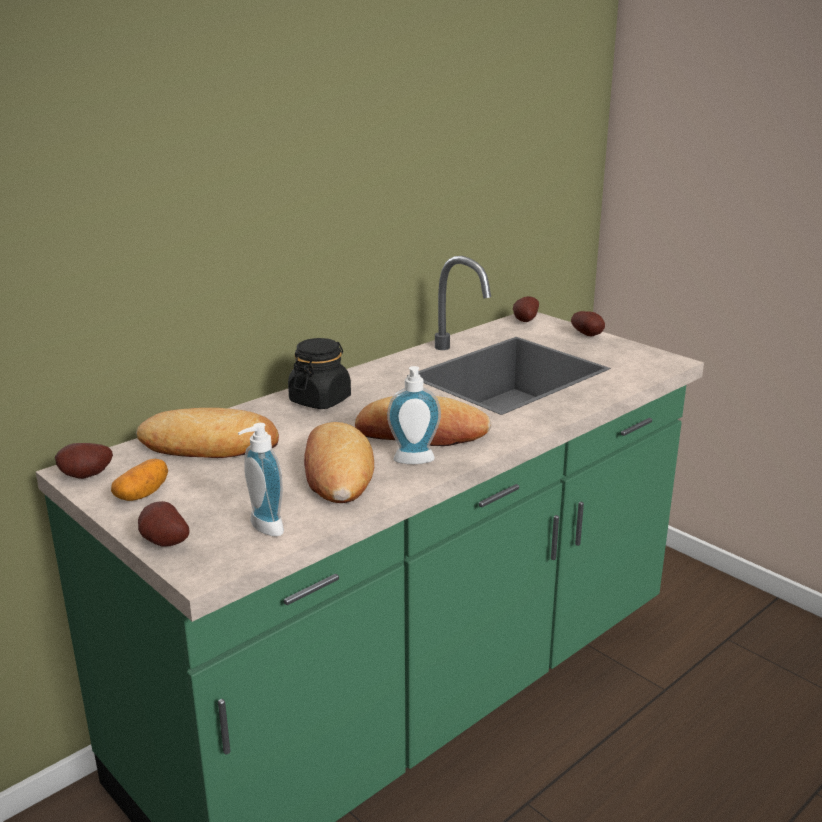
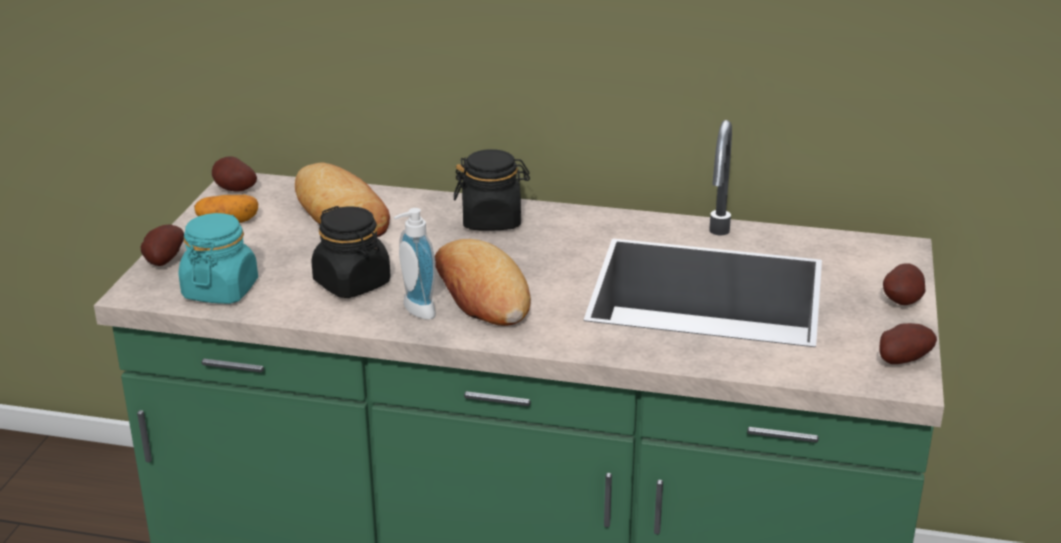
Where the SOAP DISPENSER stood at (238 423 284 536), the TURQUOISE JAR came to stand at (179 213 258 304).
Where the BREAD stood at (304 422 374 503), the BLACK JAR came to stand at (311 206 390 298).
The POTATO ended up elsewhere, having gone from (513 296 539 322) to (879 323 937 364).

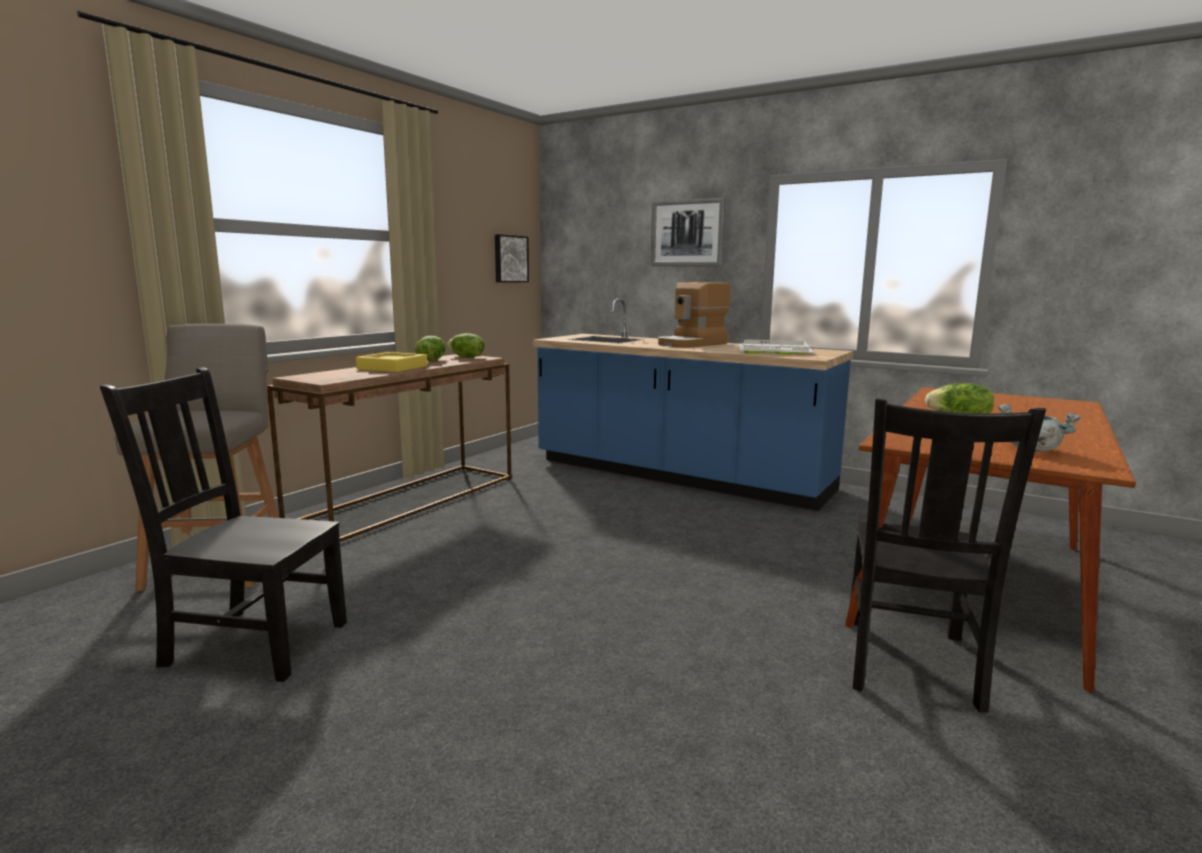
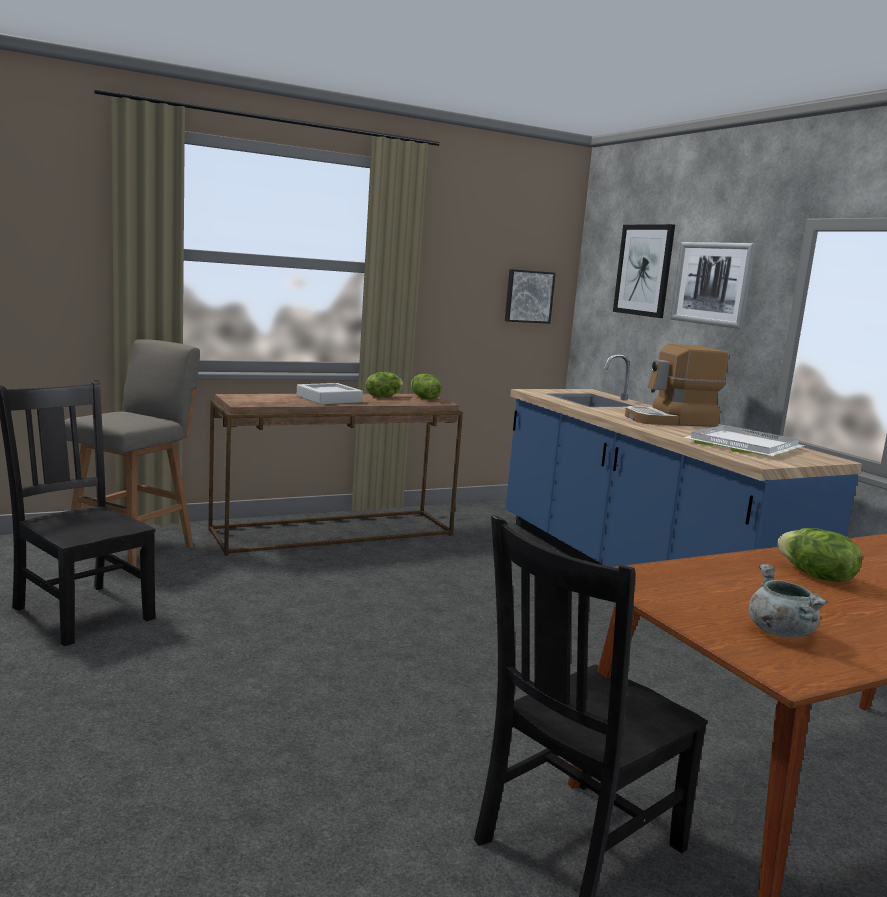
What was the YELLOW TRAY at (356 352 427 372) turned into the GREY TRAY at (297 383 363 404).
The second view gained the PICTURE at (613 224 675 318).

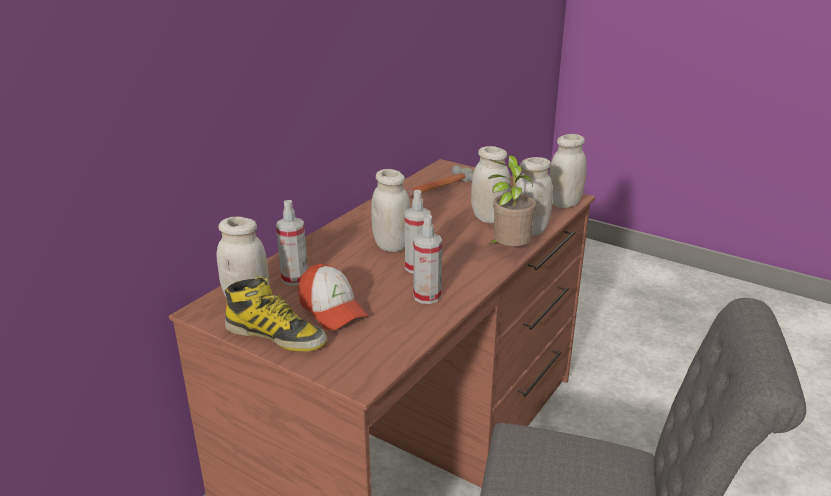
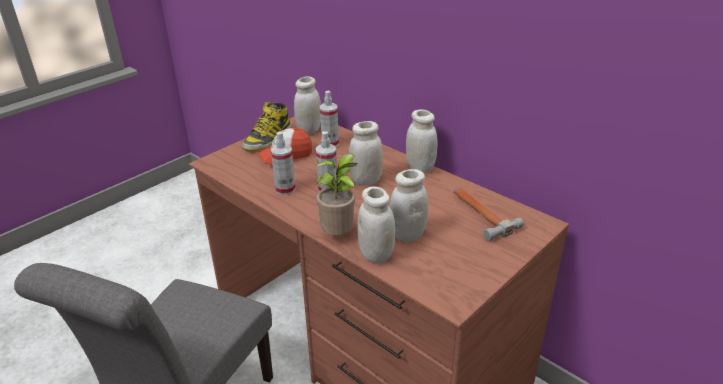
The WHITE JAR ended up elsewhere, having gone from (549 134 586 208) to (406 109 437 174).

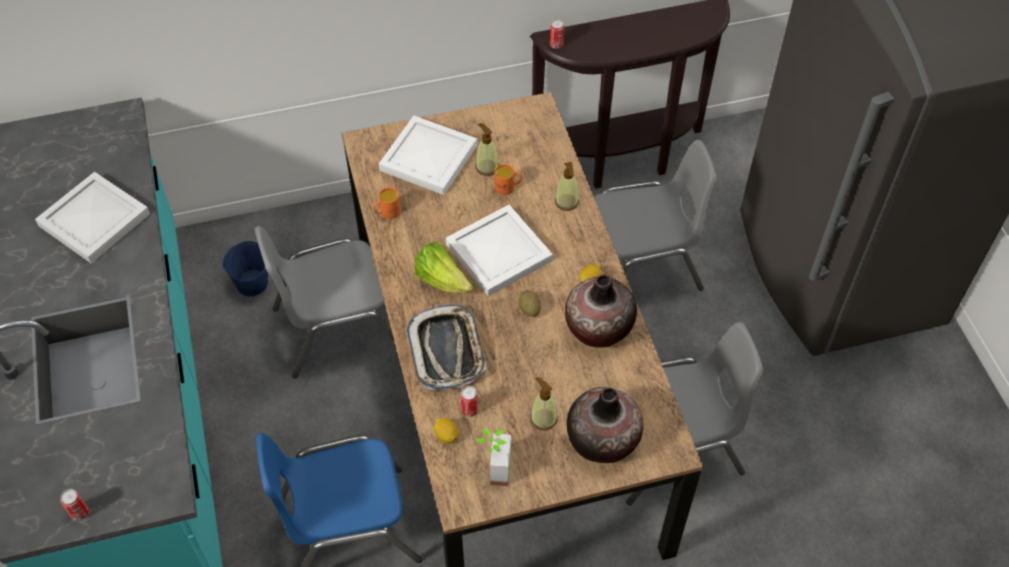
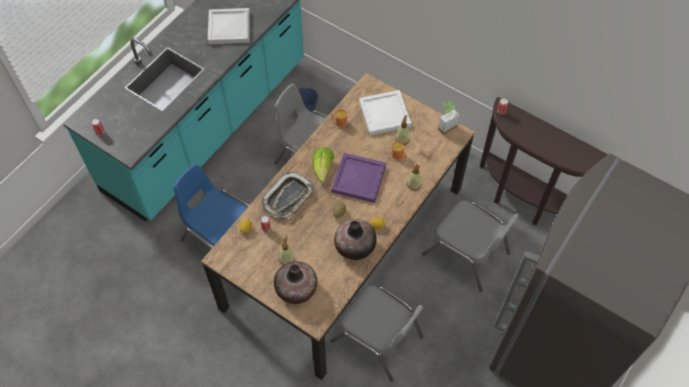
What was the WHITE TRAY at (446 205 553 296) turned into the PURPLE TRAY at (331 153 386 203).
The POTTED PLANT ended up elsewhere, having gone from (476 428 511 486) to (438 102 459 135).

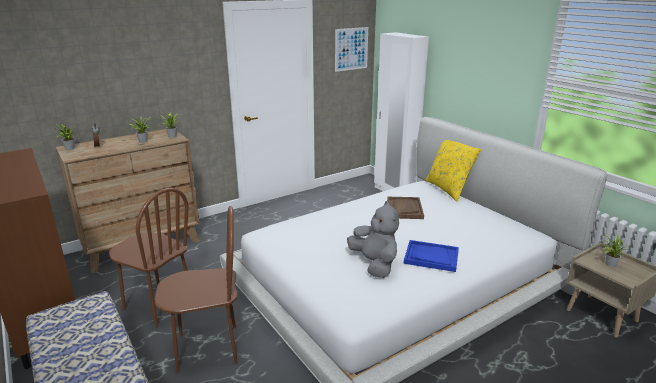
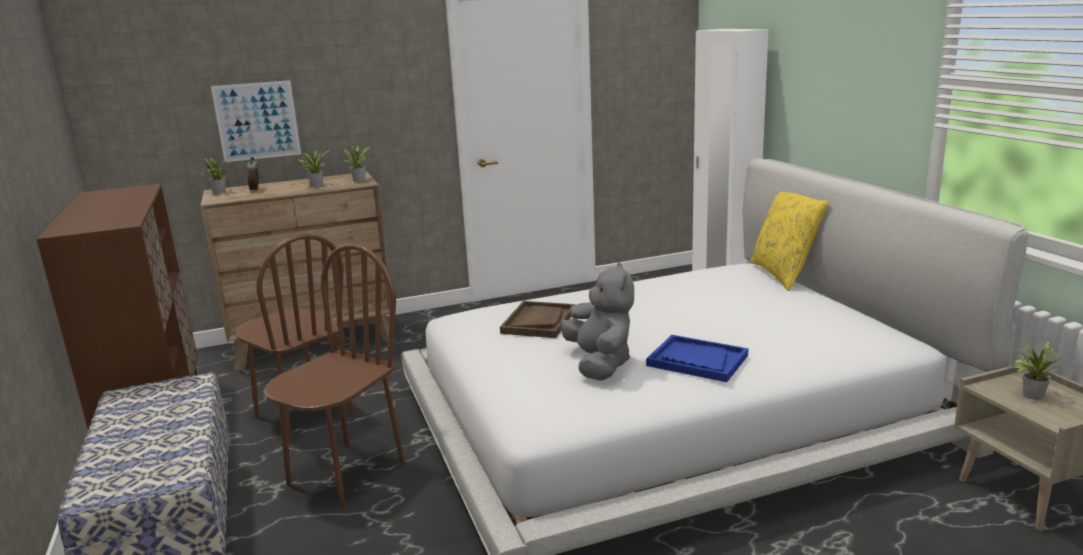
The BROWN CHAIR at (155 206 238 372) ended up facing another way, 60 degrees counterclockwise from before.
The PICTURE ended up elsewhere, having gone from (335 27 368 72) to (211 80 301 162).
The BROWN TRAY ended up elsewhere, having gone from (387 197 424 219) to (500 301 575 338).

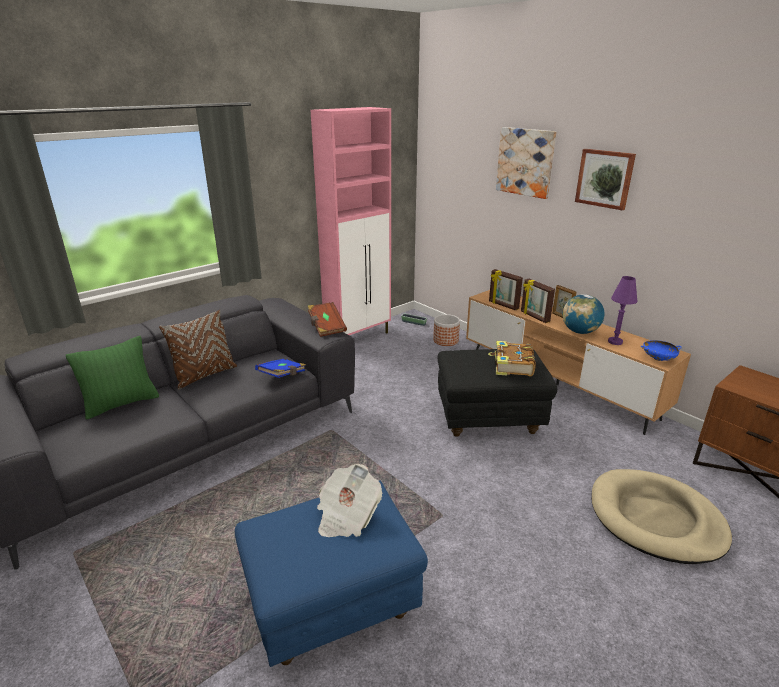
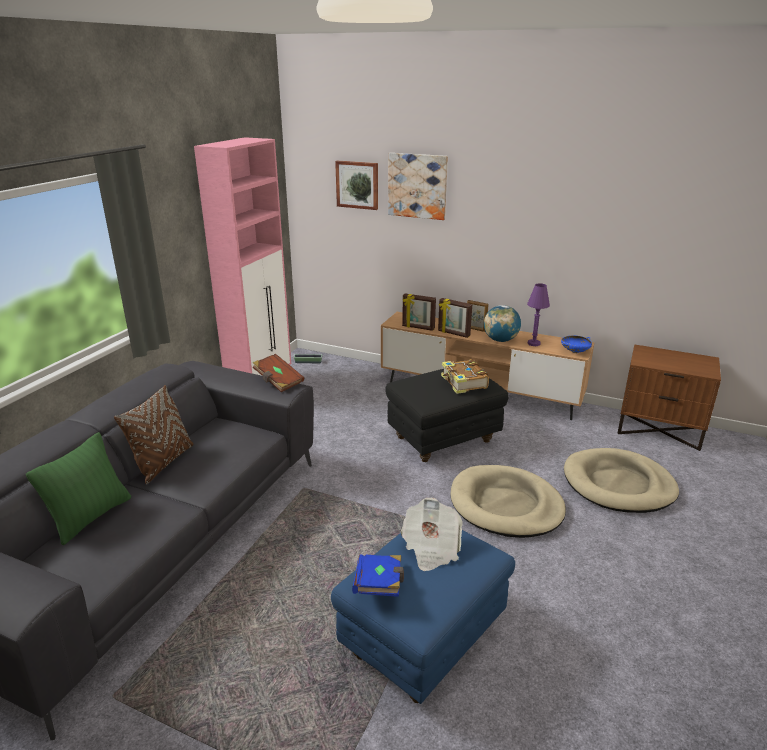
The BLUE BOOK ended up elsewhere, having gone from (255 359 306 378) to (352 555 404 597).
The second view lost the PLANTER at (433 314 460 346).
The PICTURE ended up elsewhere, having gone from (575 149 636 210) to (335 161 378 210).
The second view gained the BEIGE DOG BED at (451 465 566 538).

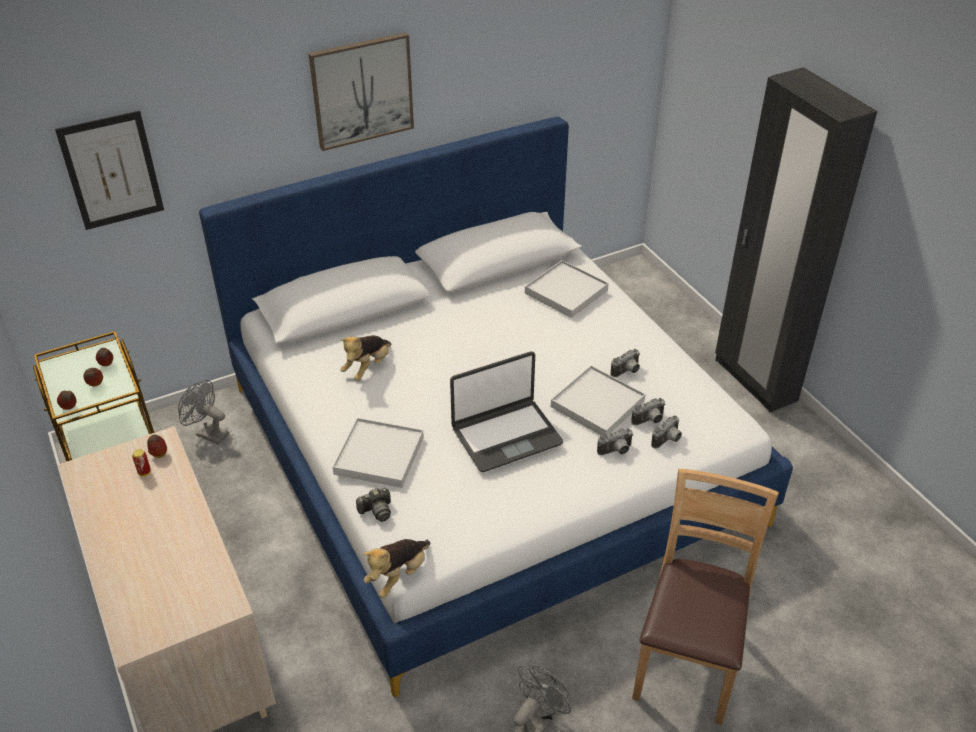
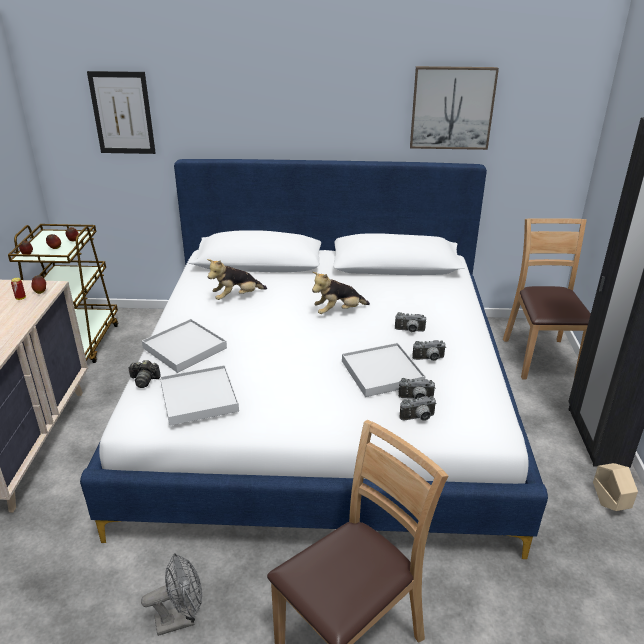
The second view lost the GREY FAN at (178 380 229 445).
The PICTURE ended up elsewhere, having gone from (309 32 414 151) to (410 66 499 150).
The PLUSH TOY ended up elsewhere, having gone from (363 539 430 598) to (312 272 370 314).
The second view lost the LAPTOP at (450 352 563 472).
The WHITE TRAY ended up elsewhere, having gone from (525 260 609 318) to (160 365 239 426).
The PHOTO CAMERA ended up elsewhere, having gone from (597 428 633 455) to (395 312 426 332).
The second view gained the BROWN CHAIR at (503 218 591 380).
The second view gained the BEIGE PLANTER at (593 463 638 511).

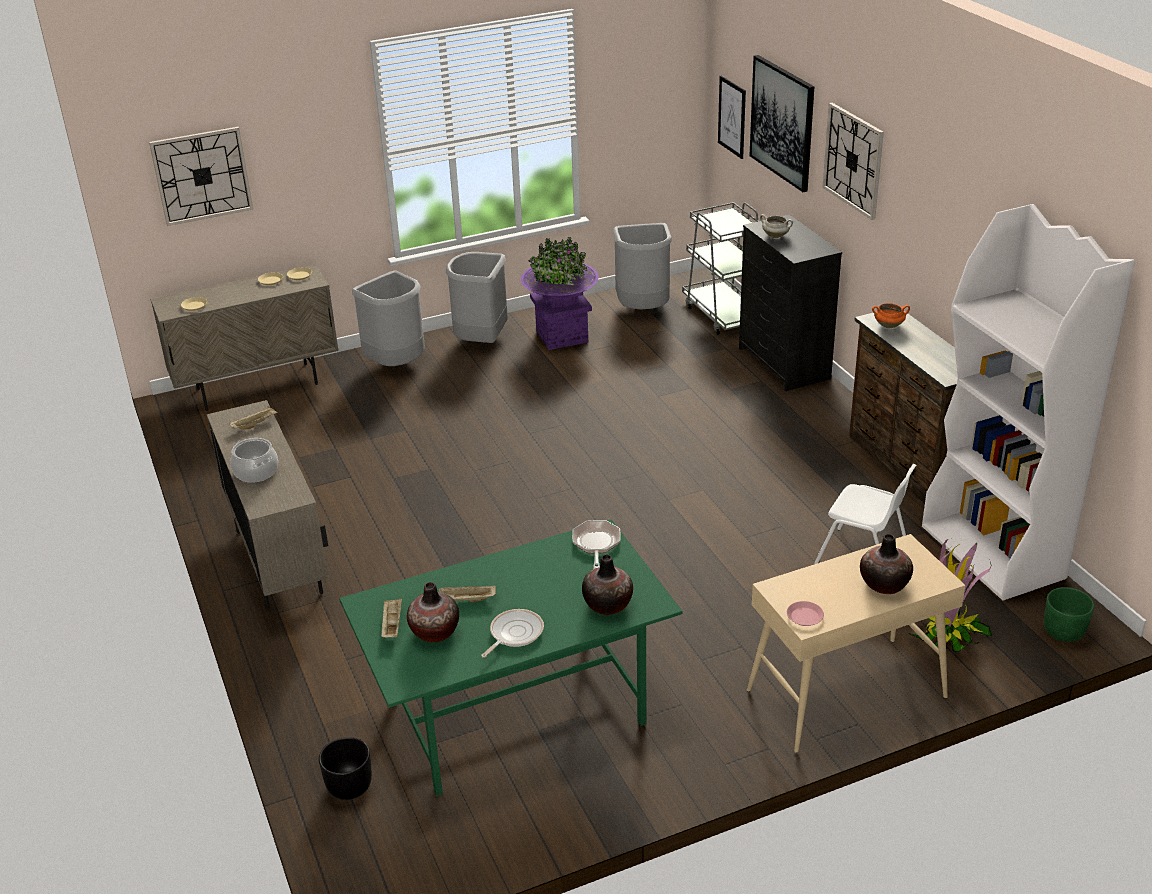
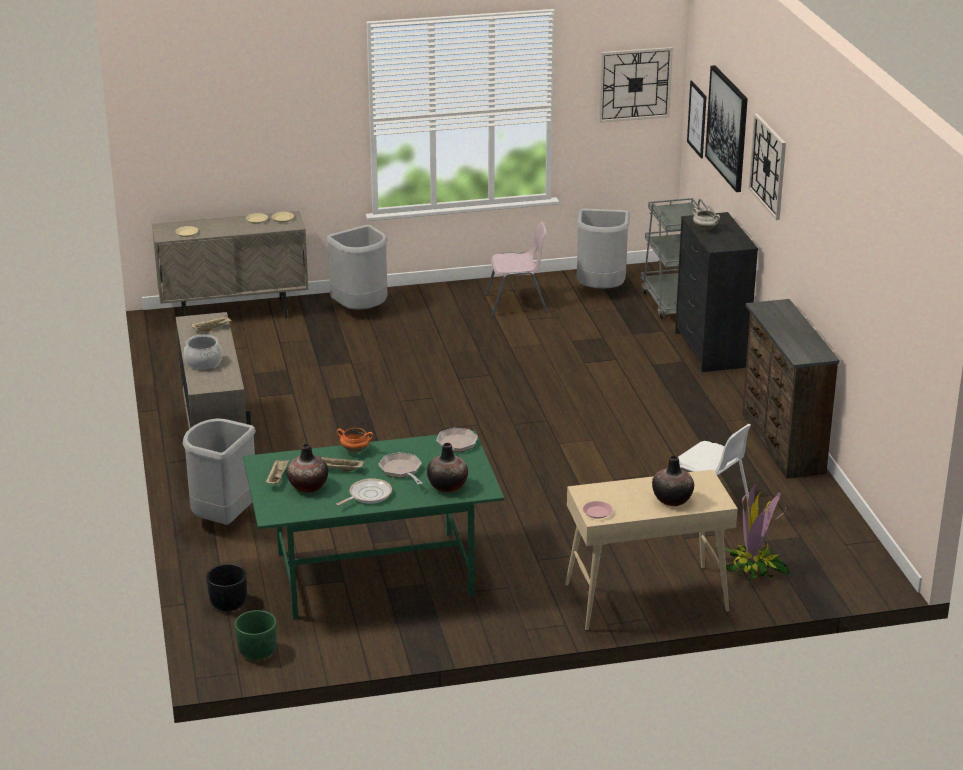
The WALL CLOCK ended up elsewhere, having gone from (149 127 253 226) to (599 47 673 123).
The GREY TRASH CAN ended up elsewhere, having gone from (446 252 508 343) to (182 418 256 525).
Where the PURPLE PLANTER stood at (521 237 598 350), the PINK CHAIR came to stand at (485 222 548 316).
The ORANGE COOKING POT ended up elsewhere, having gone from (872 303 910 329) to (336 428 373 453).
The second view lost the WHITE BOOKCASE at (922 204 1135 601).
The GREEN PLANTER ended up elsewhere, having gone from (1044 587 1094 642) to (235 610 277 660).
The second view gained the FRYING PAN at (379 452 423 485).

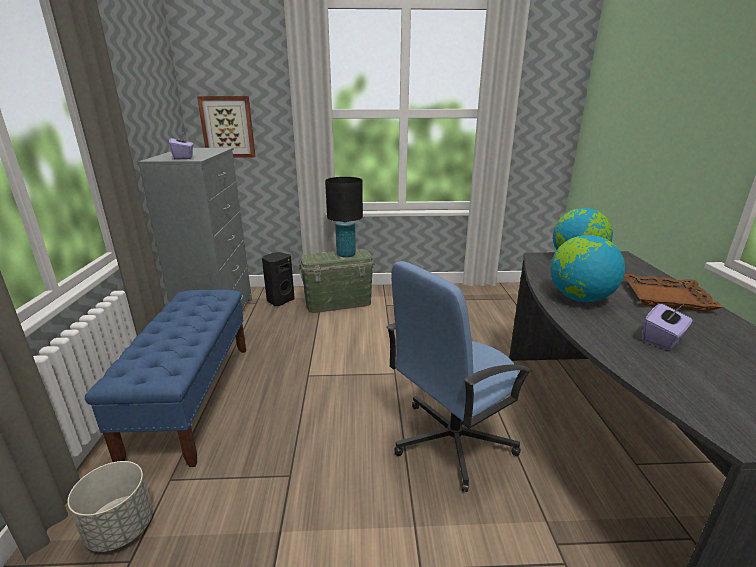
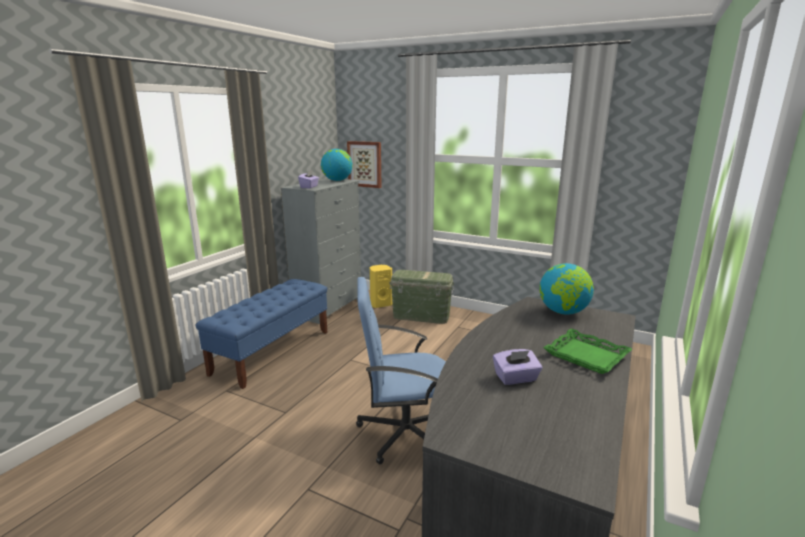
The second view lost the GREY PLANTER at (67 461 153 552).
What was the BLACK SPEAKER at (262 252 295 306) turned into the YELLOW SPEAKER at (370 265 393 308).
The second view lost the BLACK TABLE LAMP at (325 177 363 257).
The GLOBE ended up elsewhere, having gone from (550 235 625 302) to (321 149 353 181).
What was the BROWN TRAY at (624 274 723 312) turned into the GREEN TRAY at (543 328 632 374).

